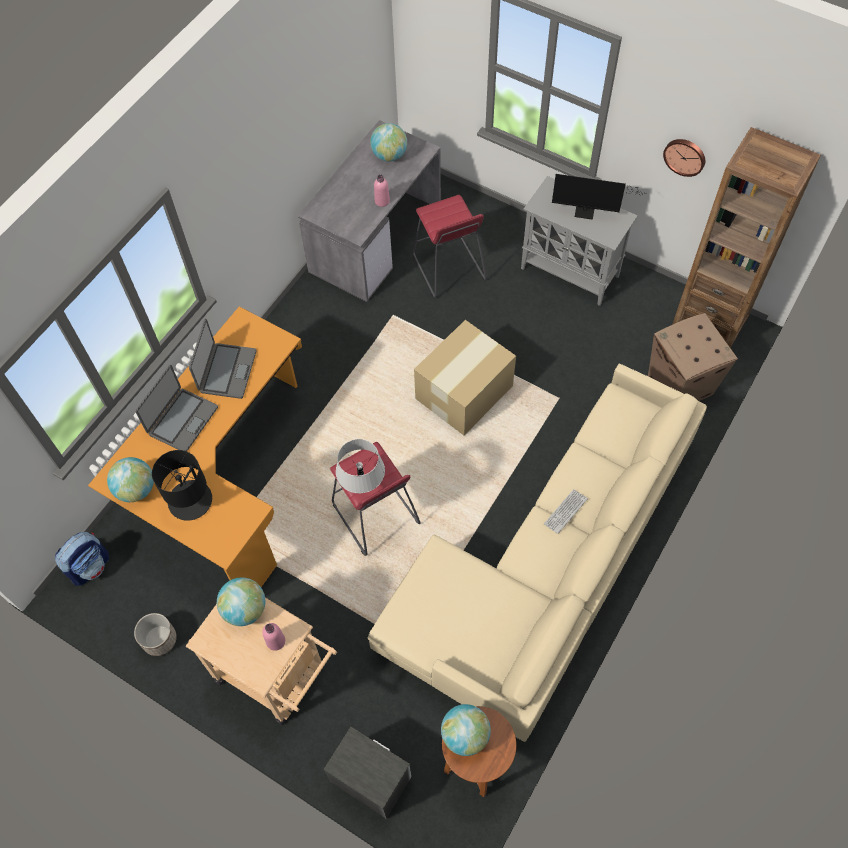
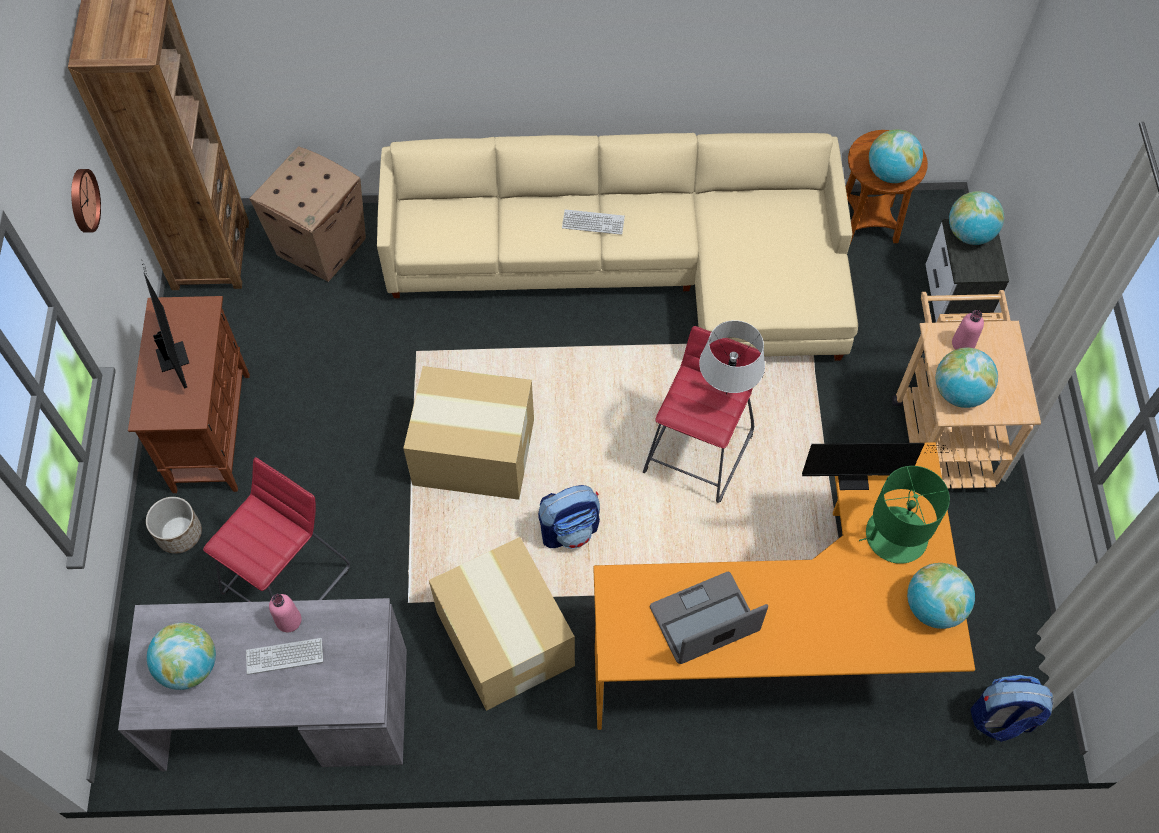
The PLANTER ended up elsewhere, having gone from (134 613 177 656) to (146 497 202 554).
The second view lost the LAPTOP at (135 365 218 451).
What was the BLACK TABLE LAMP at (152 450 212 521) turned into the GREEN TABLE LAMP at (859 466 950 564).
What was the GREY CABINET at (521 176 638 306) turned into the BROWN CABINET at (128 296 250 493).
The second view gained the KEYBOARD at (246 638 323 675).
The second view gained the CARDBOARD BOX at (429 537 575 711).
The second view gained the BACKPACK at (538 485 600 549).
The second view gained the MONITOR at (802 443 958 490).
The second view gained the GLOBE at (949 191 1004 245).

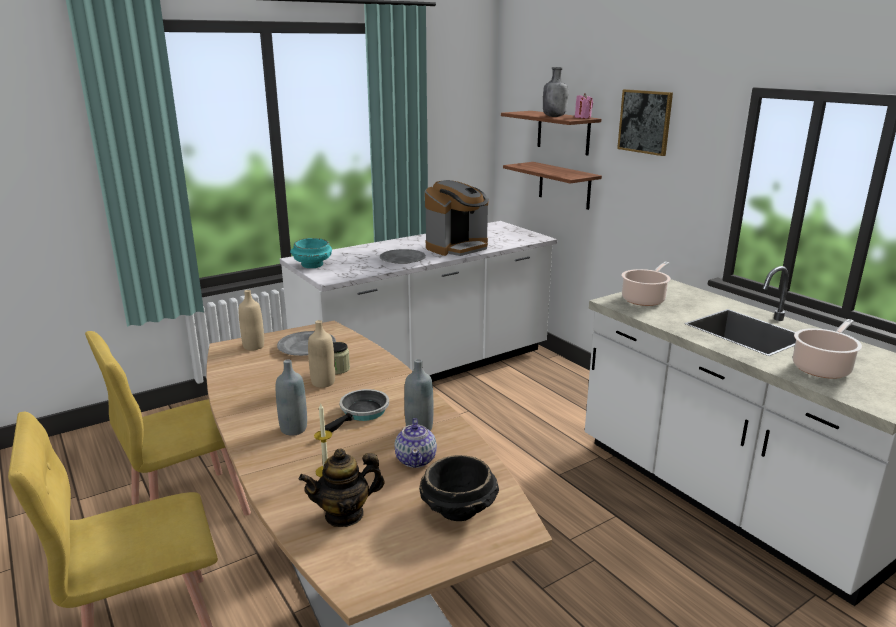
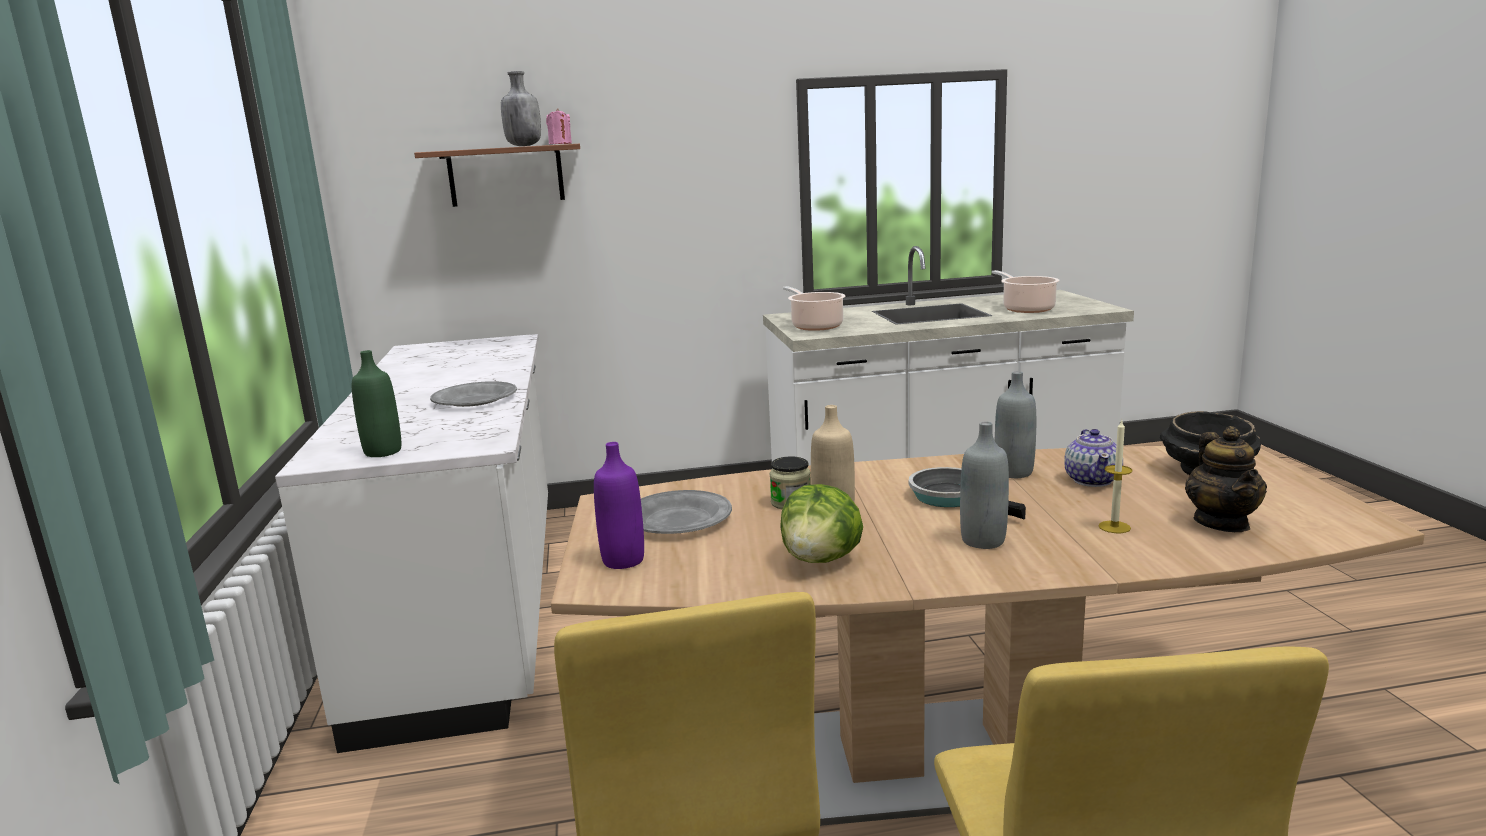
What was the BEIGE BOTTLE at (239 290 264 351) turned into the PURPLE BOTTLE at (594 442 644 569).
Where the TURQUOISE BOWL stood at (290 238 332 268), the GREEN BOTTLE came to stand at (352 350 401 457).
The TEAPOT at (394 418 437 468) ended up facing another way, 75 degrees clockwise from before.
The second view lost the COFFEE MACHINE at (425 180 489 256).
The second view lost the SHELF at (503 162 602 210).
The second view lost the PICTURE at (617 89 673 156).
The second view gained the LETTUCE at (780 484 863 563).

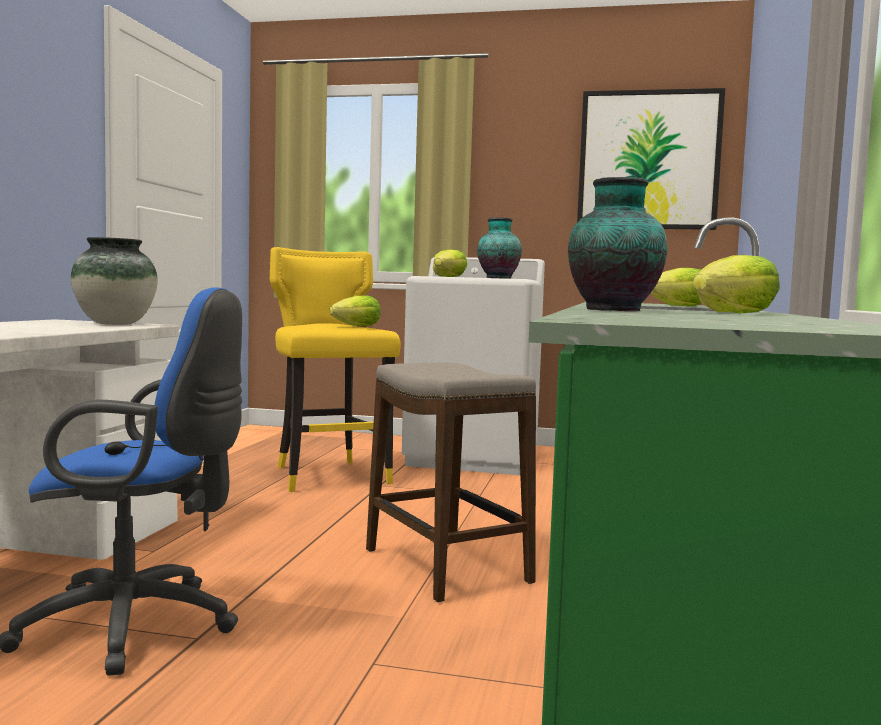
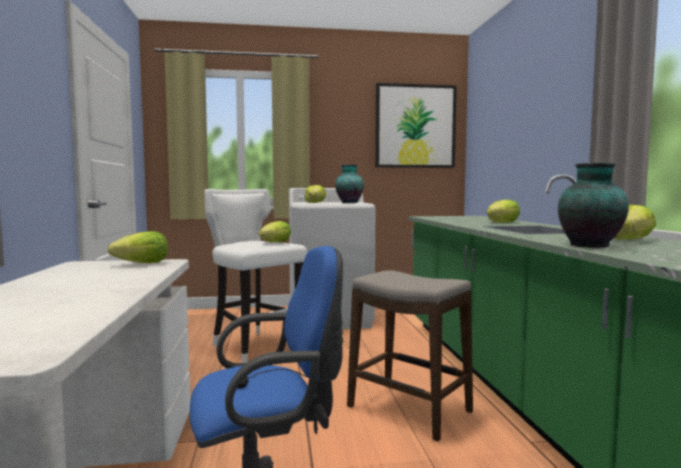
Where the VASE stood at (71 237 158 325), the LETTUCE came to stand at (108 231 168 263).
What was the YELLOW STOOL at (270 247 401 492) turned into the WHITE STOOL at (204 189 307 363).

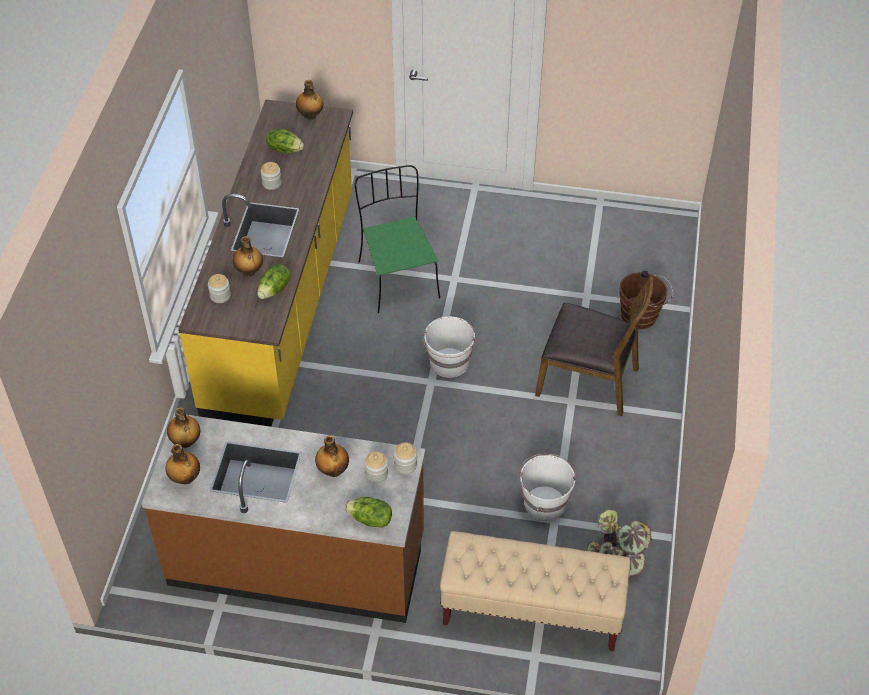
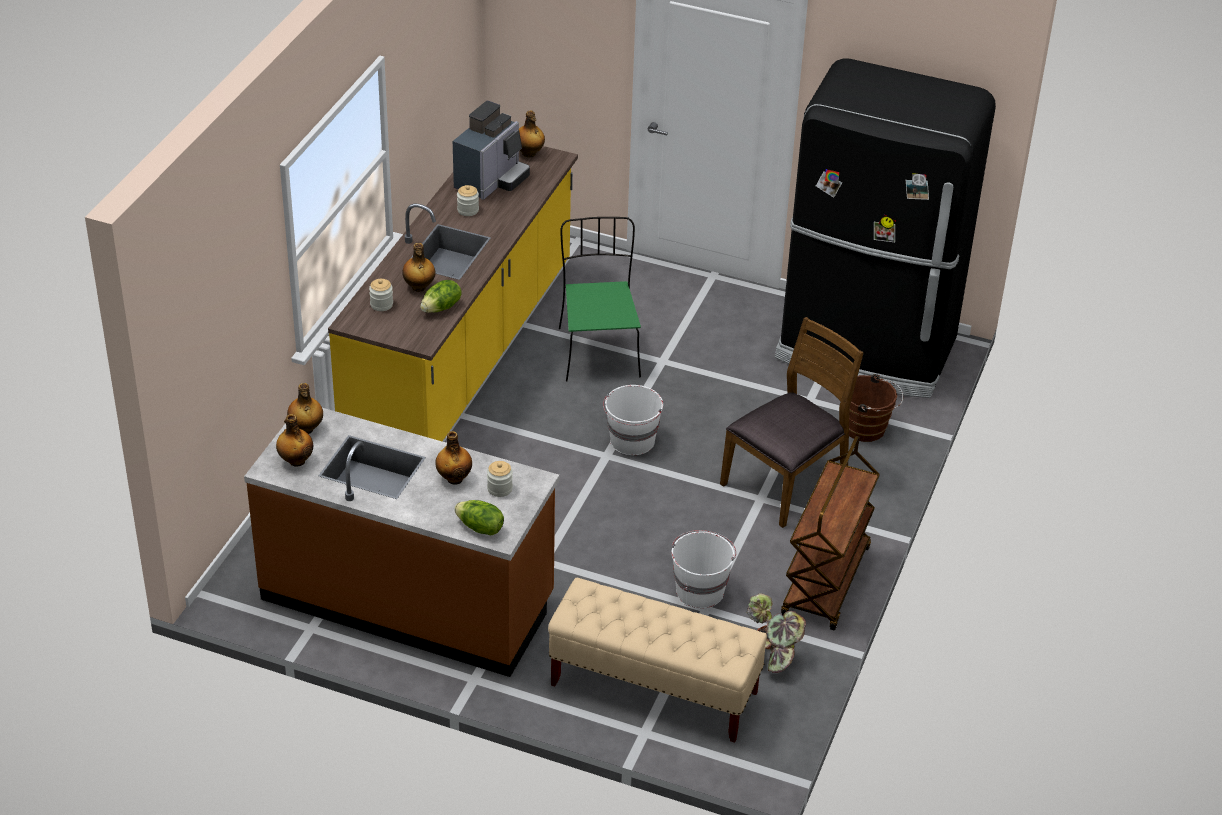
Where the LETTUCE stood at (266 129 304 153), the COFFEE MACHINE came to stand at (453 101 530 200).
The second view lost the JAR at (394 442 417 474).
The BROWN CHAIR at (535 274 655 416) ended up facing another way, 75 degrees counterclockwise from before.
The second view gained the BLACK FRIDGE at (775 58 996 398).
The second view gained the BROWN CART at (781 436 880 630).

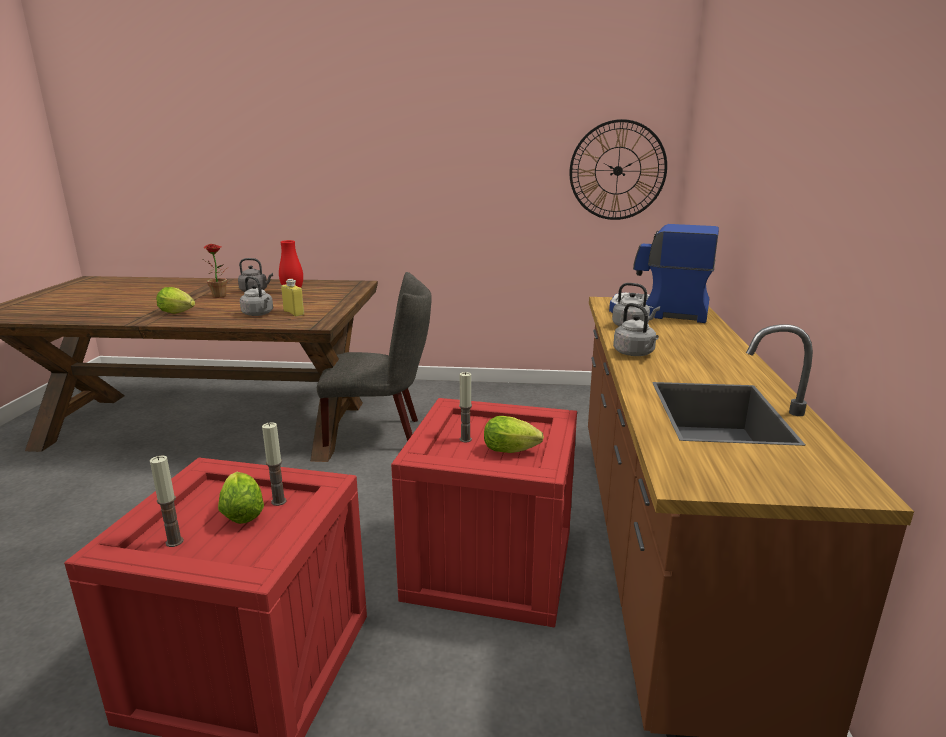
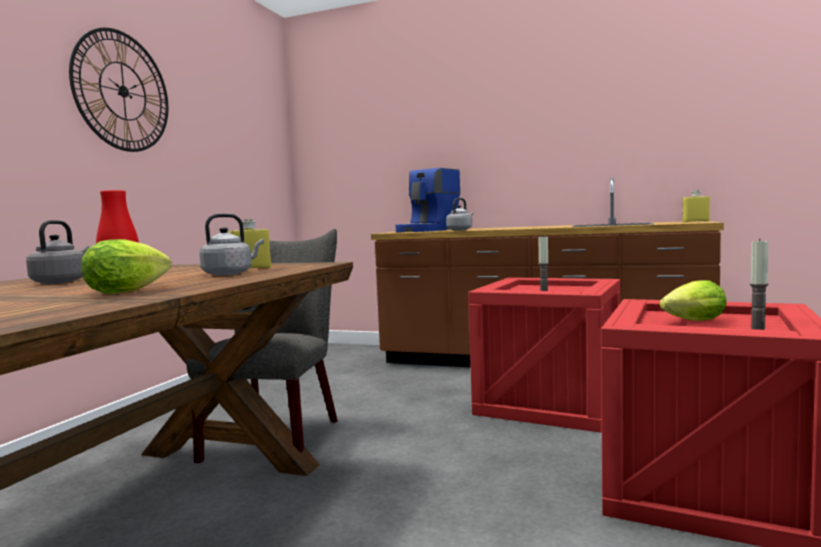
The second view lost the POTTED PLANT at (203 244 227 298).
The second view lost the CANDLE at (262 422 287 506).
The second view lost the LETTUCE at (484 416 544 453).
The WALL CLOCK ended up elsewhere, having gone from (570 119 667 220) to (69 28 168 152).
The second view lost the GREY KETTLE at (613 303 659 356).
The second view gained the YELLOW BOTTLE at (682 190 710 222).

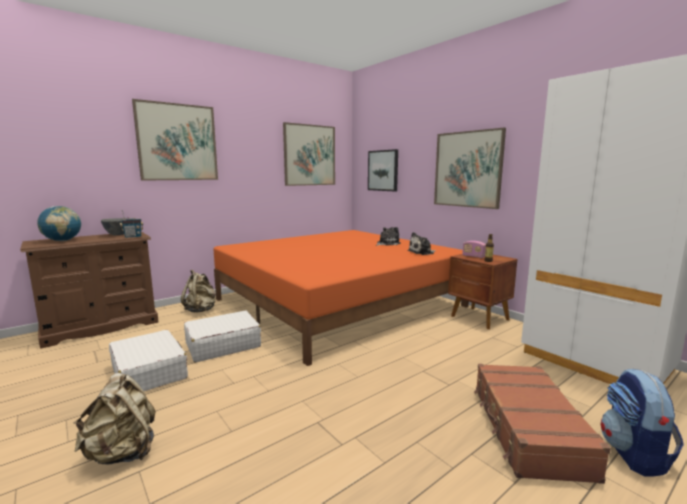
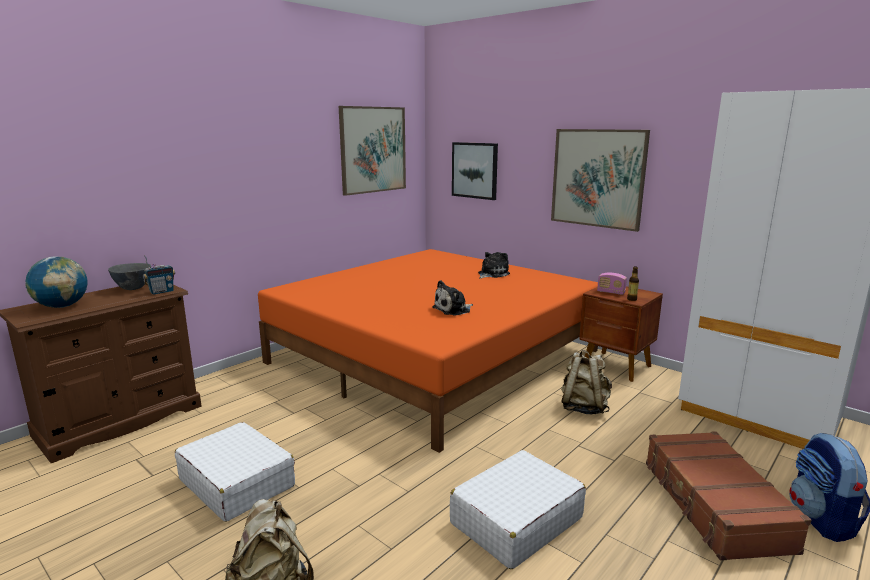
The second view lost the PICTURE at (132 99 218 181).
The BEIGE BACKPACK ended up elsewhere, having gone from (181 270 216 312) to (561 350 612 414).
The WHITE SUITCASE ended up elsewhere, having gone from (184 310 261 363) to (450 450 586 569).
The PLUSH TOY ended up elsewhere, having gone from (407 232 436 255) to (432 280 473 316).

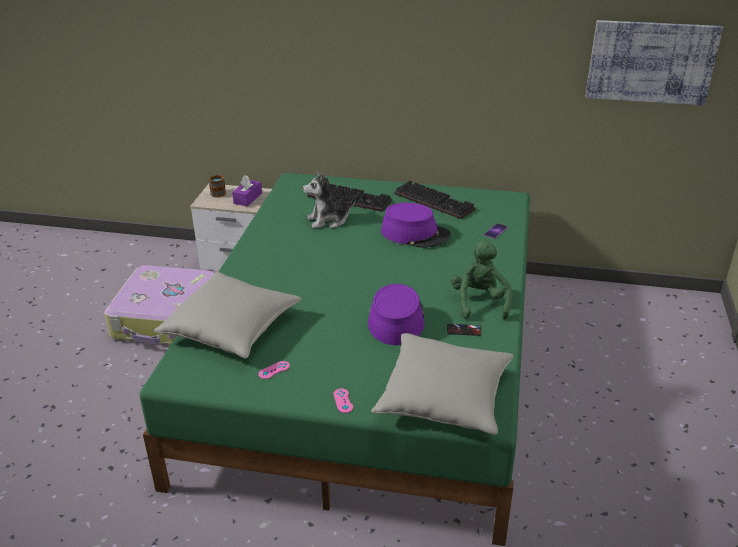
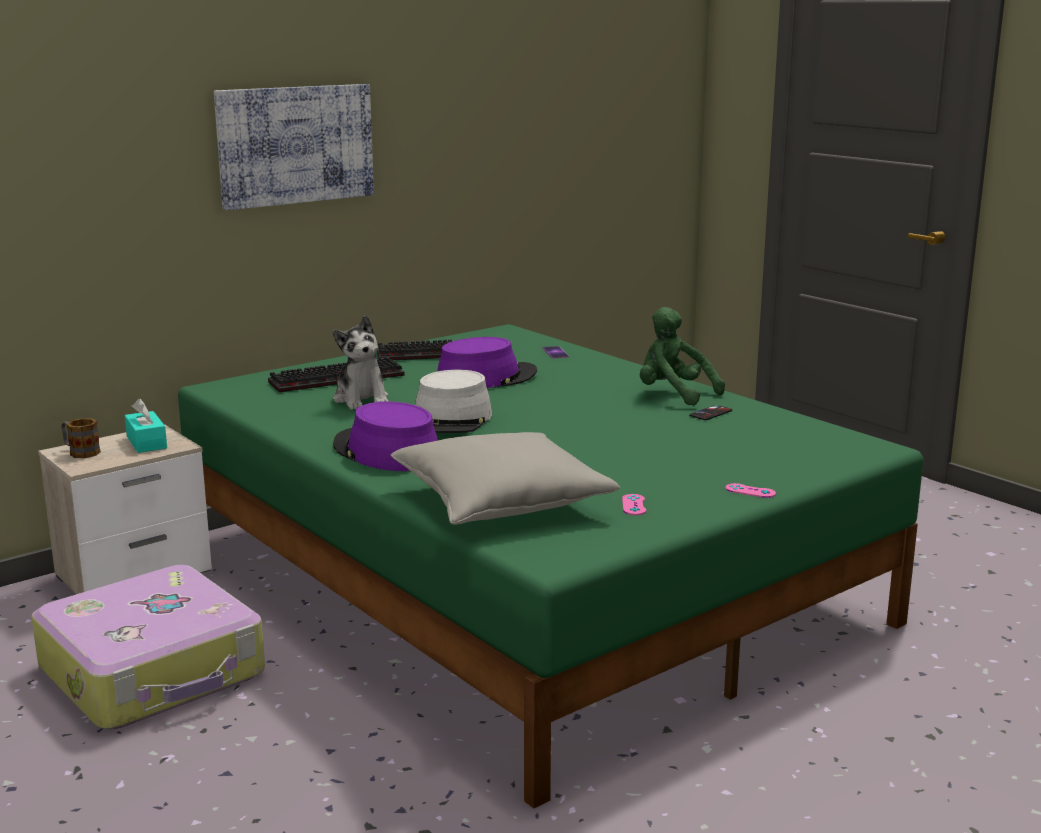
What was the PURPLE TISSUE BOX at (232 175 262 207) turned into the TURQUOISE TISSUE BOX at (125 398 167 453).
The PLUSH TOY at (302 171 356 229) ended up facing another way, 45 degrees counterclockwise from before.
The PURPLE HAT ended up elsewhere, having gone from (368 284 425 345) to (333 401 438 471).
The second view lost the GREY PILLOW at (371 333 514 435).
The PICTURE ended up elsewhere, having gone from (586 20 723 106) to (214 84 374 210).
The second view gained the GREY HAT at (415 370 492 433).

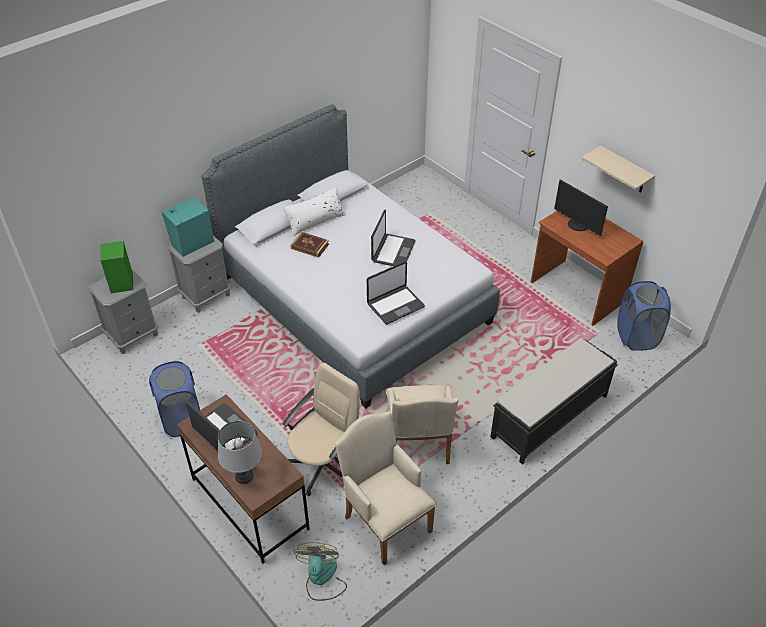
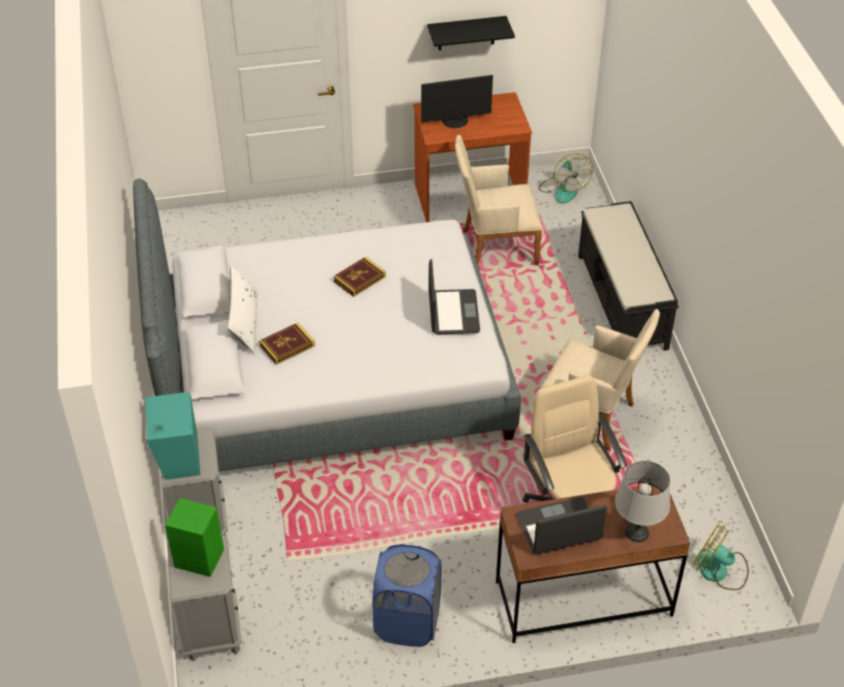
The BEIGE ARMCHAIR ended up elsewhere, having gone from (335 411 436 565) to (455 135 543 265).
Where the LAPTOP stood at (371 210 416 266), the BOOK came to stand at (333 257 386 297).
What was the BEIGE SHELF at (581 146 655 193) turned into the BLACK SHELF at (427 16 515 50).
Where the BLUE LAUNDRY BASKET stood at (617 281 671 351), the FAN came to stand at (539 154 593 204).

